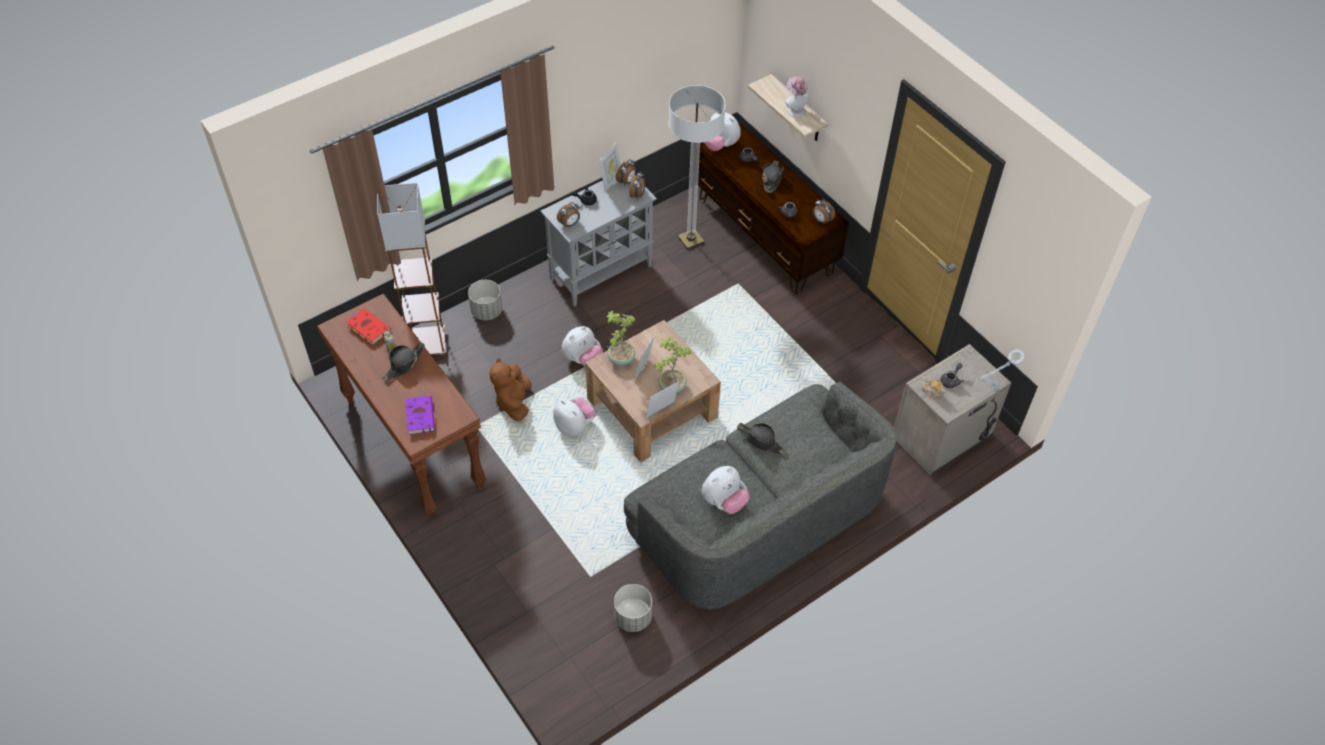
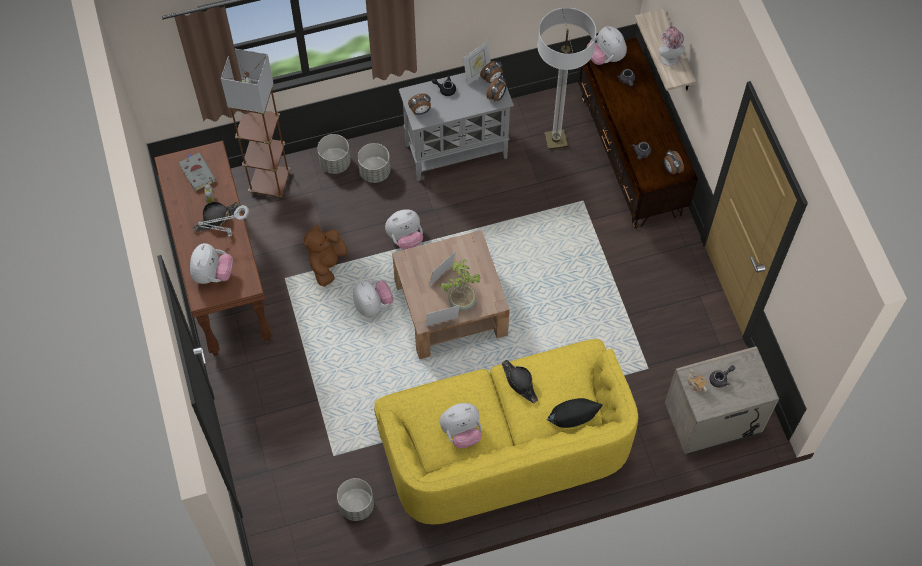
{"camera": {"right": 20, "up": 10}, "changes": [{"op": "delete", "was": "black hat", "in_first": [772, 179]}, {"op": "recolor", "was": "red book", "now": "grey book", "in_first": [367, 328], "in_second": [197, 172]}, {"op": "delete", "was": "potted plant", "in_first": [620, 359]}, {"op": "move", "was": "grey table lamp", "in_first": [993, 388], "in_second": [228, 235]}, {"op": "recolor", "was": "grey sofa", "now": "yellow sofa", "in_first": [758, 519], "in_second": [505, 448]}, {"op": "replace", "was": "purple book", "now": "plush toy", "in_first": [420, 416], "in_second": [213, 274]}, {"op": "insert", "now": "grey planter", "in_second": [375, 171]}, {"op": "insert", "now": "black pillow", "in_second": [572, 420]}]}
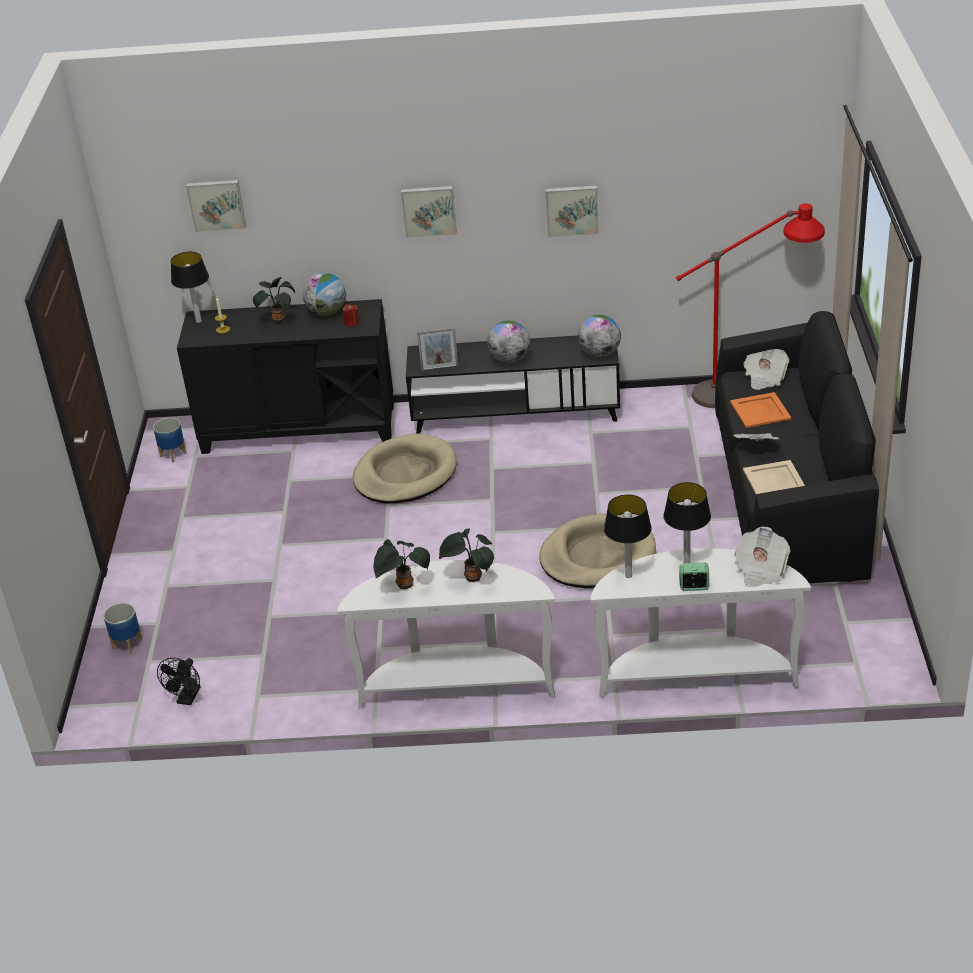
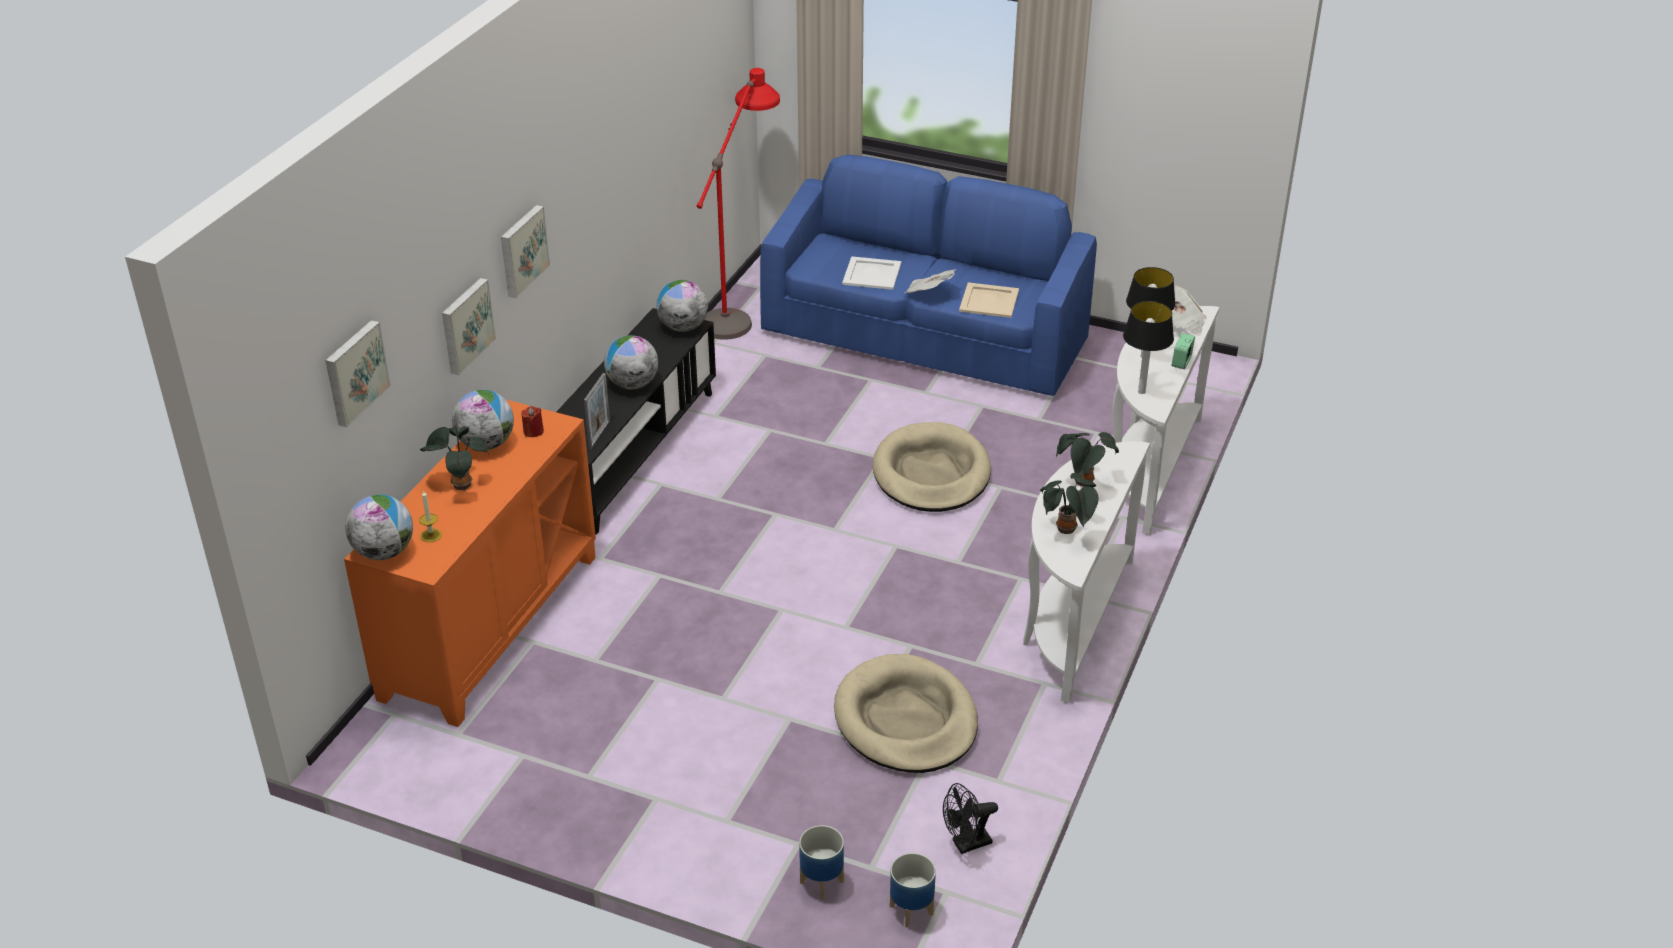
{"camera": {"right": -70, "up": 0}, "changes": [{"op": "move", "was": "picture", "in_first": [572, 210], "in_second": [465, 325]}, {"op": "replace", "was": "table lamp", "now": "globe", "in_first": [198, 321], "in_second": [384, 552]}, {"op": "recolor", "was": "black cabinet", "now": "orange cabinet", "in_first": [299, 428], "in_second": [489, 625]}, {"op": "recolor", "was": "black sofa", "now": "blue sofa", "in_first": [787, 494], "in_second": [924, 338]}, {"op": "delete", "was": "newspaper", "in_first": [764, 377]}, {"op": "recolor", "was": "orange tray", "now": "white tray", "in_first": [760, 411], "in_second": [872, 274]}, {"op": "move", "was": "planter", "in_first": [173, 454], "in_second": [911, 910]}, {"op": "move", "was": "beige dog bed", "in_first": [405, 474], "in_second": [906, 720]}, {"op": "rotate", "was": "black fan", "in_first": [187, 699], "in_second": [966, 844], "clockwise": 120}]}
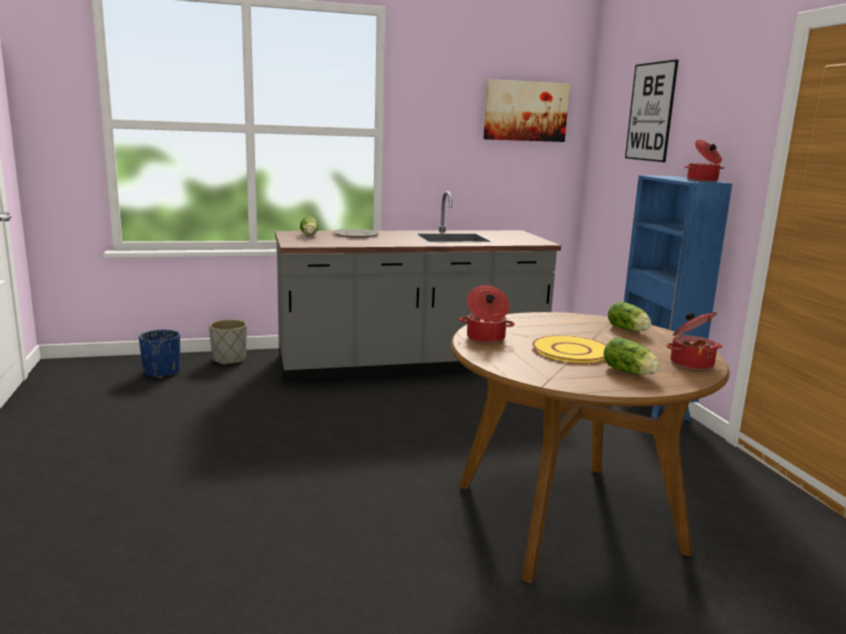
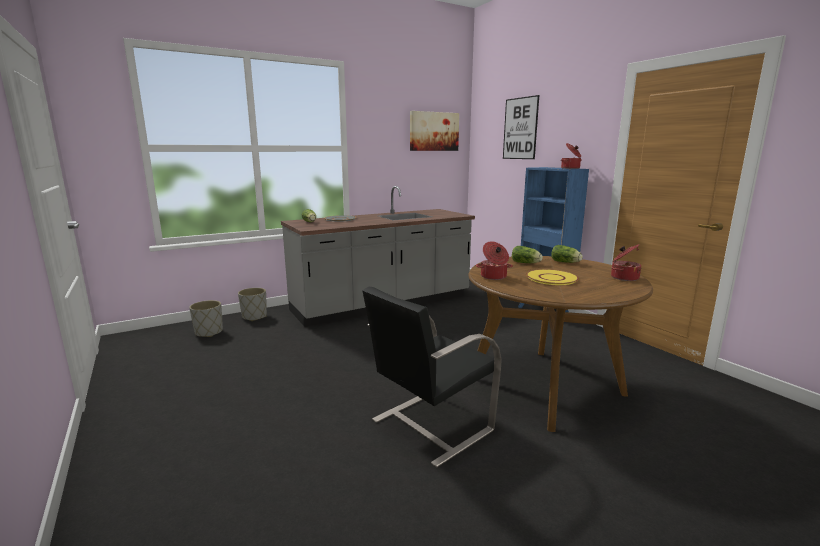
{"camera": {"right": -15, "up": 0}, "changes": [{"op": "recolor", "was": "blue planter", "now": "grey planter", "in_first": [162, 372], "in_second": [209, 332]}, {"op": "move", "was": "lettuce", "in_first": [630, 373], "in_second": [526, 263]}, {"op": "insert", "now": "black chair", "in_second": [429, 425]}]}
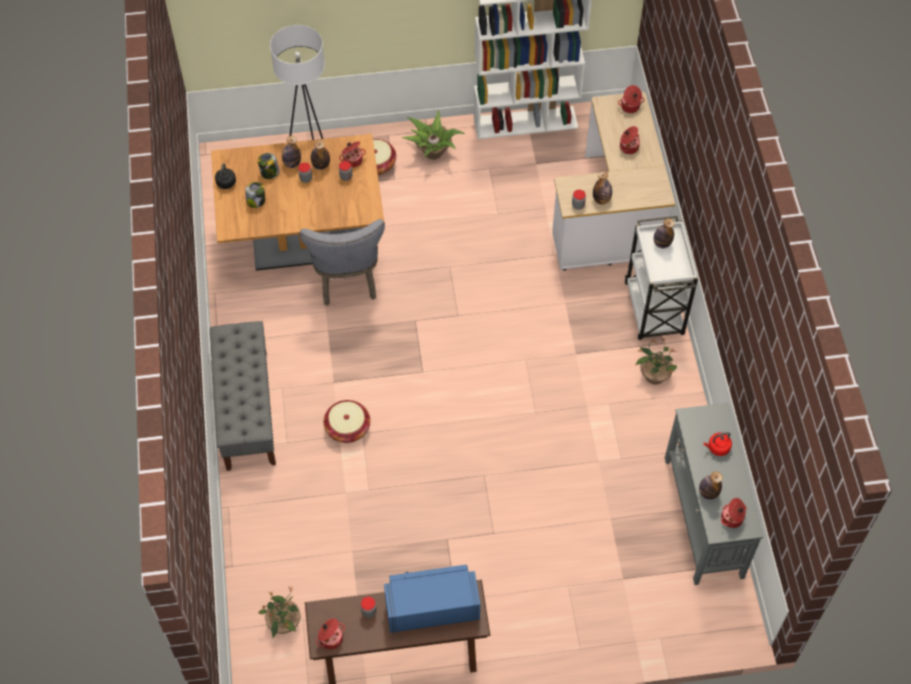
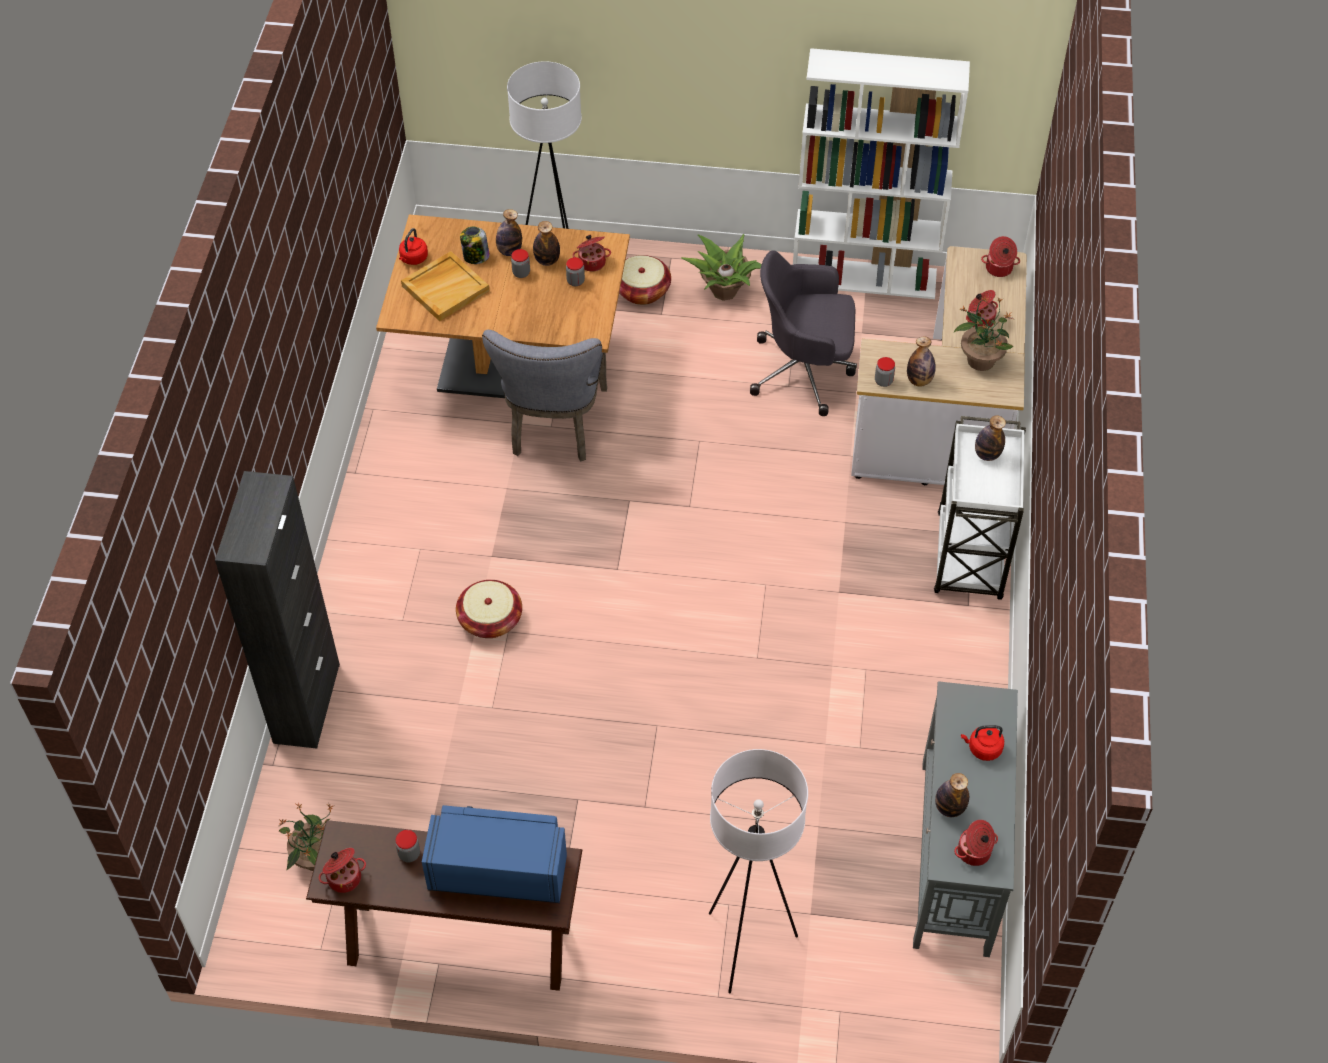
{"camera": {"right": 15, "up": -5}, "changes": [{"op": "recolor", "was": "black kettle", "now": "red kettle", "in_first": [226, 184], "in_second": [413, 259]}, {"op": "replace", "was": "jar", "now": "beige tray", "in_first": [256, 201], "in_second": [445, 288]}, {"op": "delete", "was": "grey bench", "in_first": [246, 409]}, {"op": "move", "was": "potted plant", "in_first": [654, 375], "in_second": [980, 359]}, {"op": "insert", "now": "grey office chair", "in_second": [804, 371]}, {"op": "insert", "now": "black cabinet", "in_second": [307, 703]}, {"op": "insert", "now": "white floor lamp", "in_second": [747, 946]}]}
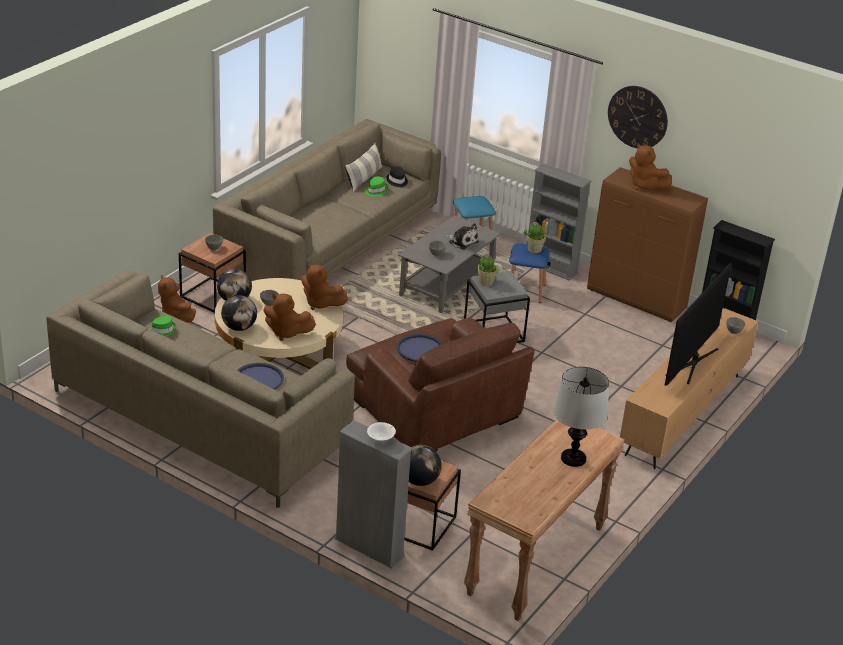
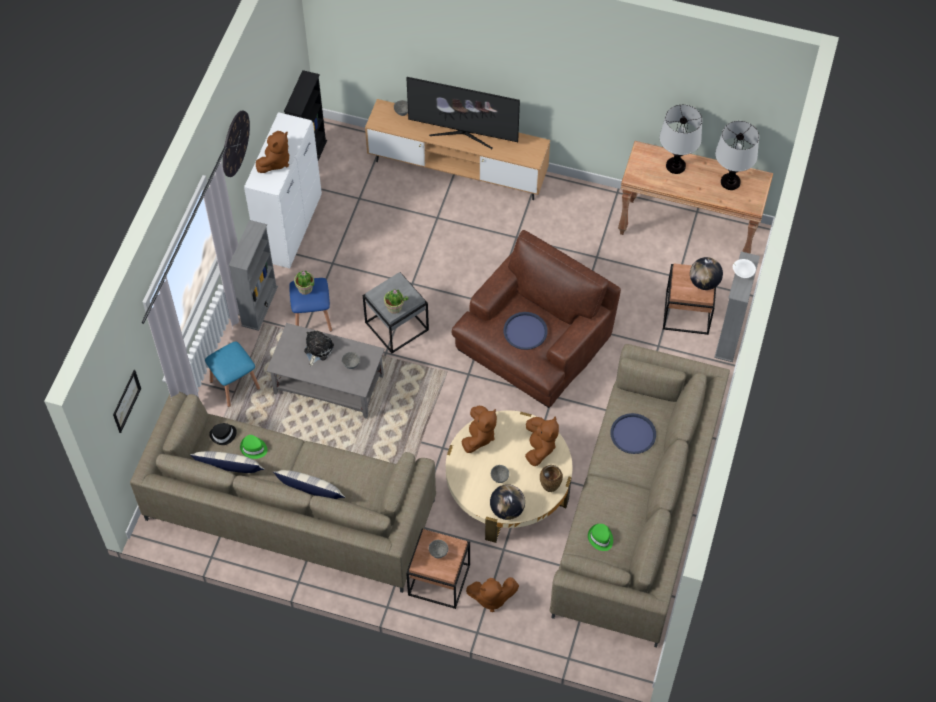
{"camera": {"right": -105, "up": 25}, "changes": [{"op": "recolor", "was": "brown cabinet", "now": "white cabinet", "in_first": [637, 300], "in_second": [290, 228]}, {"op": "rotate", "was": "brown plush toy", "in_first": [176, 316], "in_second": [491, 597], "clockwise": 45}, {"op": "replace", "was": "globe", "now": "brown vase", "in_first": [239, 327], "in_second": [550, 488]}, {"op": "insert", "now": "table lamp", "in_second": [730, 182]}, {"op": "insert", "now": "picture", "in_second": [126, 401]}, {"op": "insert", "now": "pillow", "in_second": [310, 491]}]}
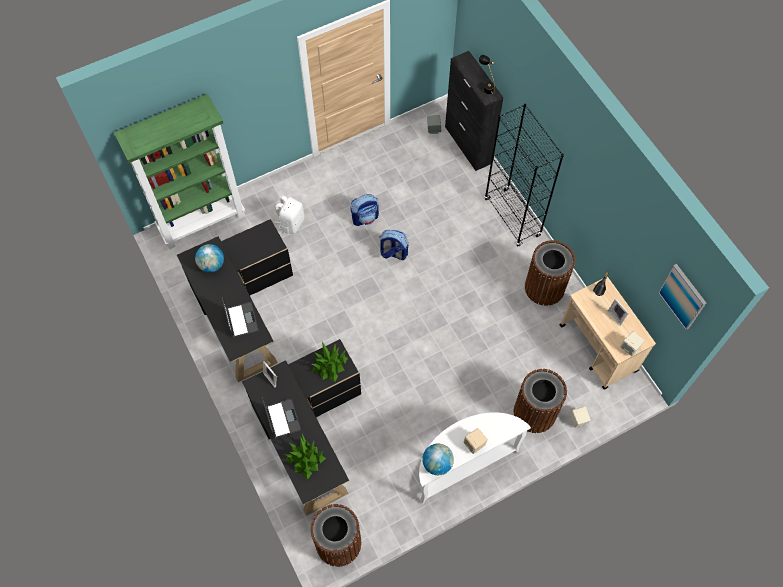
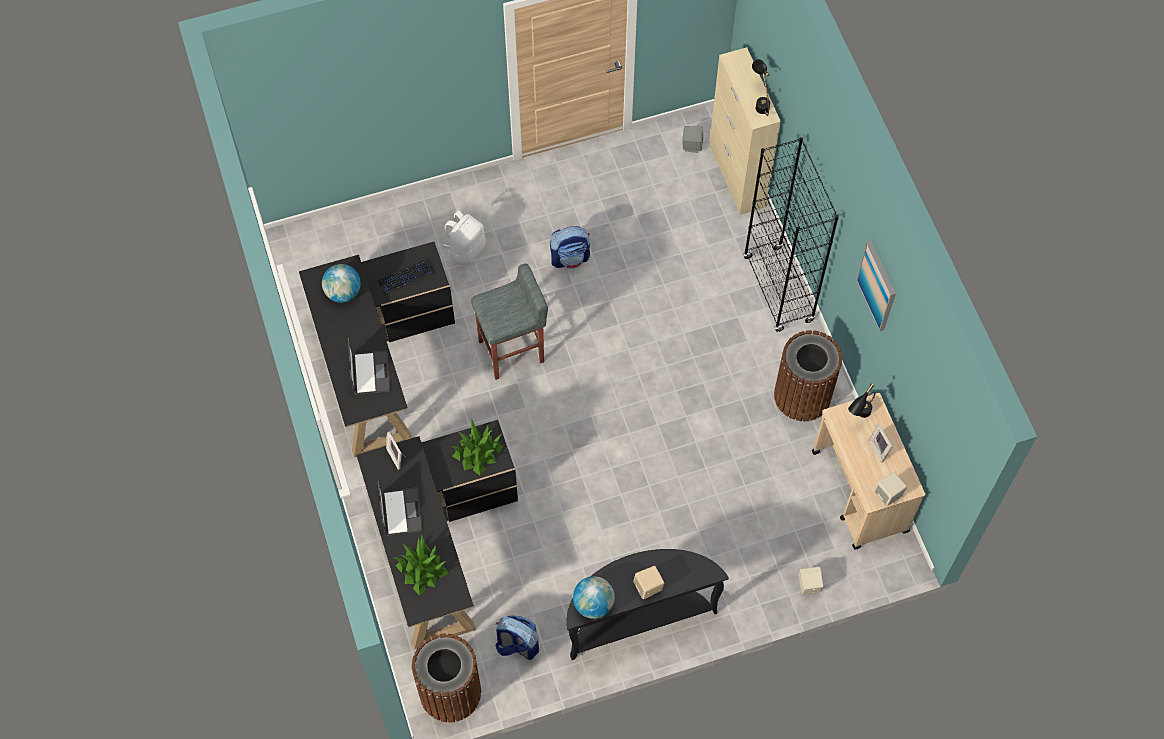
{"camera": {"right": 10, "up": 0}, "changes": [{"op": "recolor", "was": "black cabinet", "now": "beige cabinet", "in_first": [468, 145], "in_second": [737, 176]}, {"op": "delete", "was": "green bookcase", "in_first": [202, 221]}, {"op": "move", "was": "backpack", "in_first": [393, 253], "in_second": [517, 645]}, {"op": "move", "was": "picture", "in_first": [682, 296], "in_second": [877, 286]}, {"op": "delete", "was": "brown trash can", "in_first": [534, 412]}, {"op": "recolor", "was": "white console table", "now": "black console table", "in_first": [463, 464], "in_second": [638, 617]}, {"op": "insert", "now": "keyboard", "in_second": [406, 277]}, {"op": "insert", "now": "grey stool", "in_second": [512, 352]}]}
